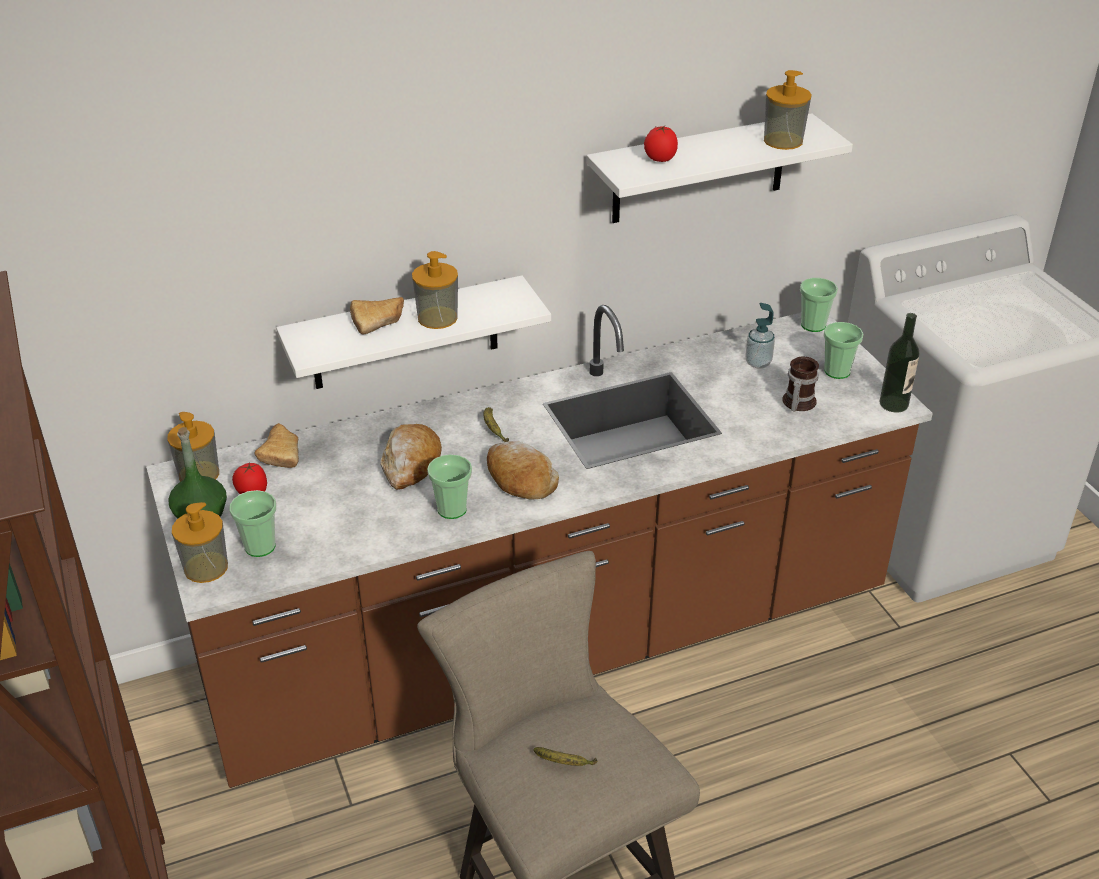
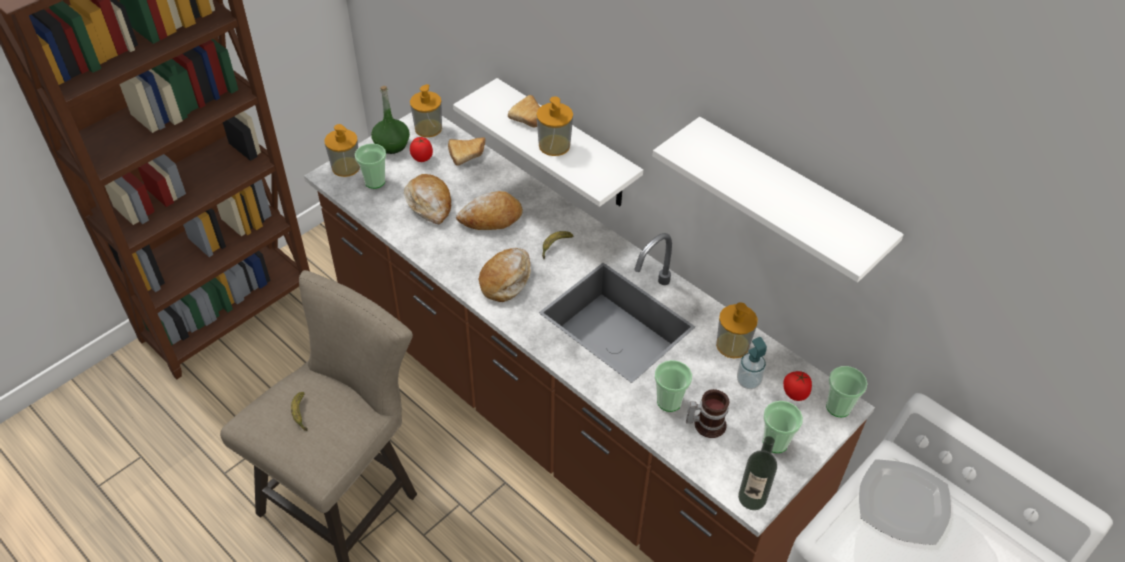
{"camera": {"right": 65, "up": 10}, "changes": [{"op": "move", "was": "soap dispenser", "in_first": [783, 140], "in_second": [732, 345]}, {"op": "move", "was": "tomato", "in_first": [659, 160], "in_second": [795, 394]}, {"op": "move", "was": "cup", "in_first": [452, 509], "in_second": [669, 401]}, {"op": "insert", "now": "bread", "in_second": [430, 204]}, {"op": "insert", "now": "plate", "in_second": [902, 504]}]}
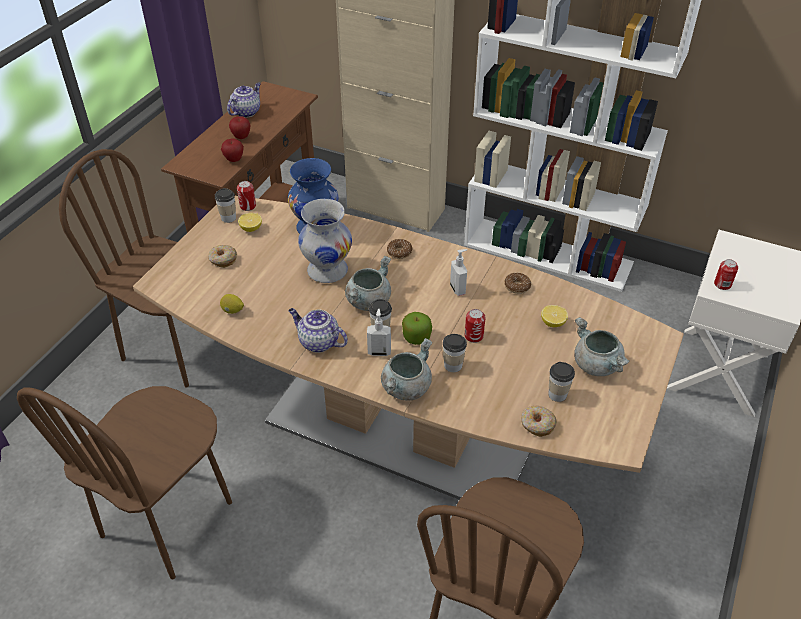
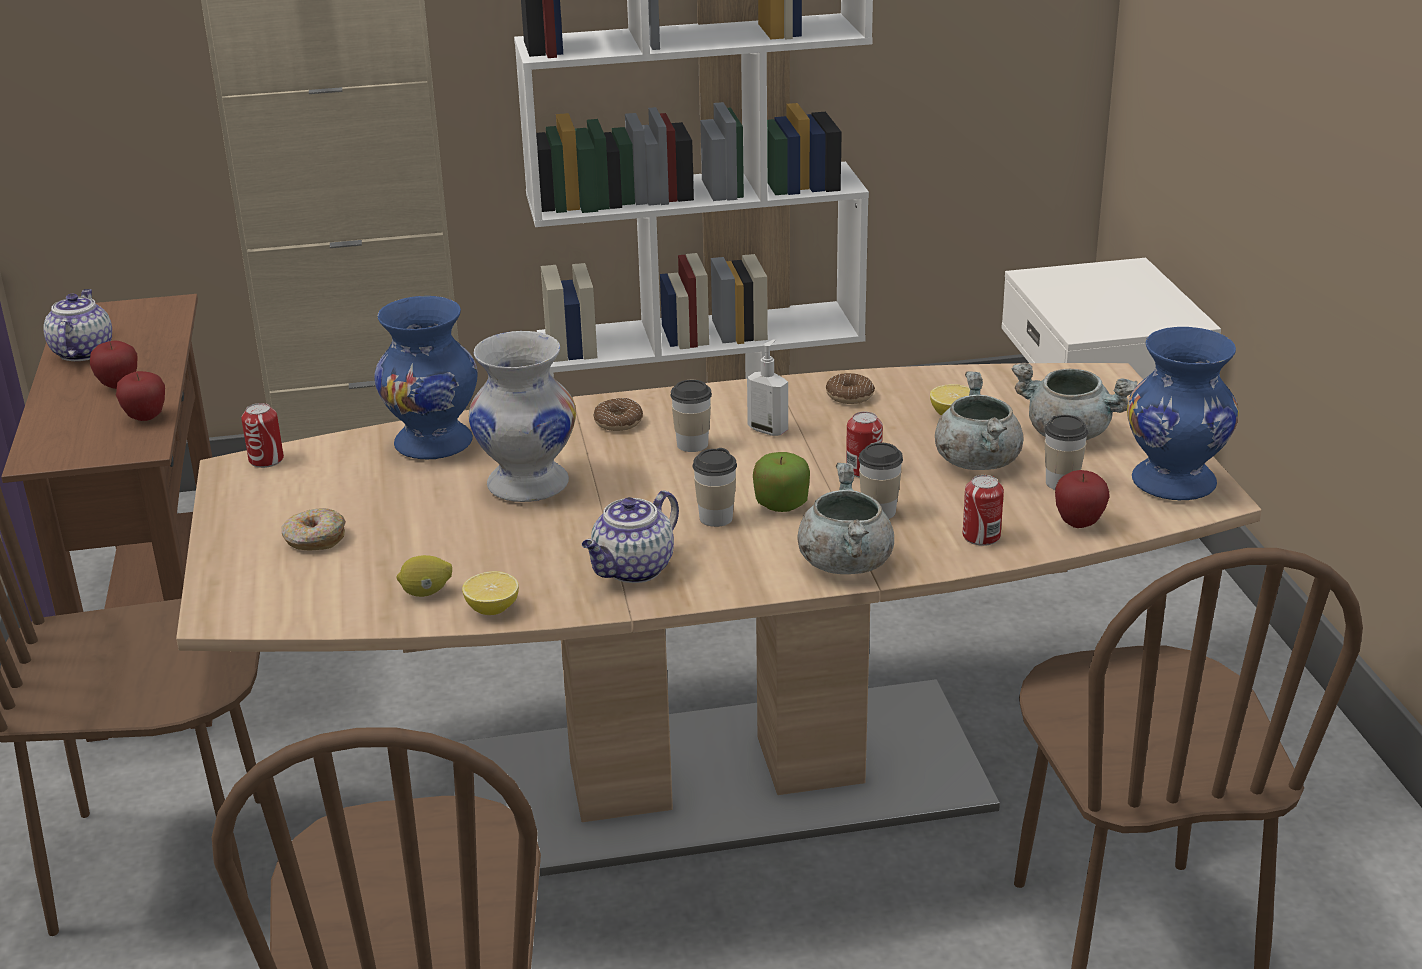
{"camera": {"right": -35, "up": -15}, "changes": [{"op": "move", "was": "cup", "in_first": [228, 218], "in_second": [692, 444]}, {"op": "move", "was": "lemon", "in_first": [251, 228], "in_second": [492, 609]}, {"op": "move", "was": "grey cooking pot", "in_first": [368, 301], "in_second": [976, 461]}, {"op": "move", "was": "can", "in_first": [722, 284], "in_second": [981, 536]}, {"op": "rotate", "was": "teapot", "in_first": [318, 342], "in_second": [633, 570], "clockwise": -45}, {"op": "delete", "was": "soap dispenser", "in_first": [379, 352]}, {"op": "replace", "was": "donut", "now": "apple", "in_first": [537, 424], "in_second": [1079, 523]}, {"op": "insert", "now": "blue vase", "in_second": [1172, 482]}]}
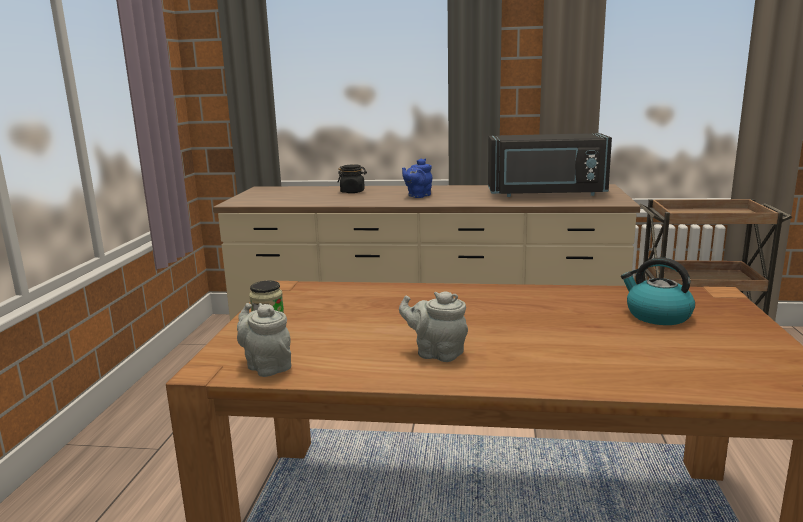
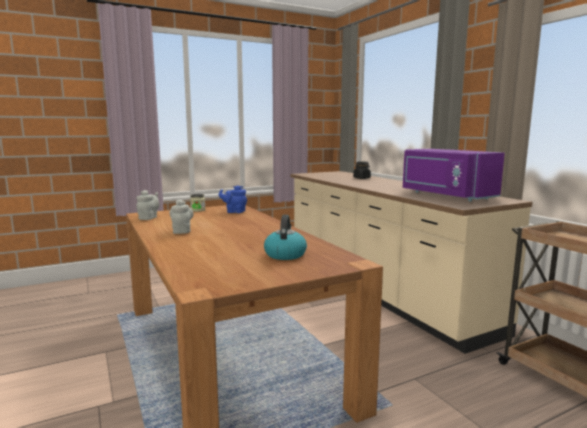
{"camera": {"right": 55, "up": -5}, "changes": [{"op": "recolor", "was": "black microwave", "now": "purple microwave", "in_first": [546, 194], "in_second": [445, 195]}, {"op": "move", "was": "blue teapot", "in_first": [418, 196], "in_second": [234, 211]}]}
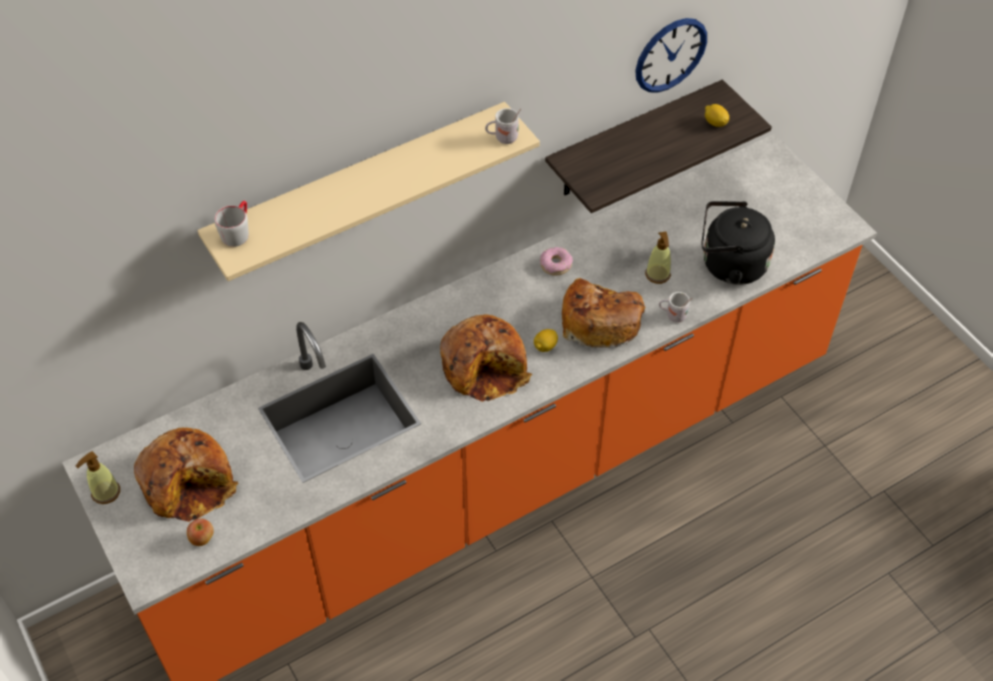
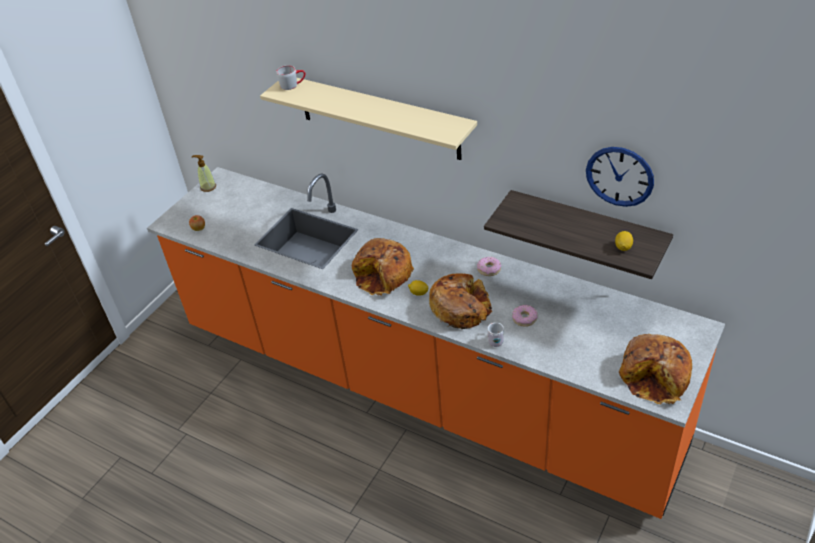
{"camera": {"right": 65, "up": -10}, "changes": [{"op": "delete", "was": "white mug", "in_first": [503, 138]}, {"op": "delete", "was": "black kettle", "in_first": [729, 265]}, {"op": "replace", "was": "soap dispenser", "now": "donut", "in_first": [657, 274], "in_second": [524, 318]}, {"op": "move", "was": "bread", "in_first": [189, 482], "in_second": [656, 376]}]}
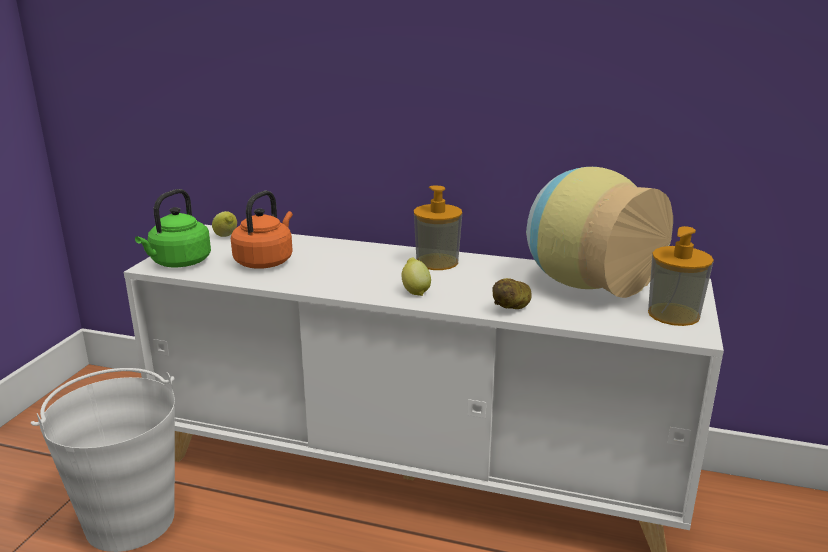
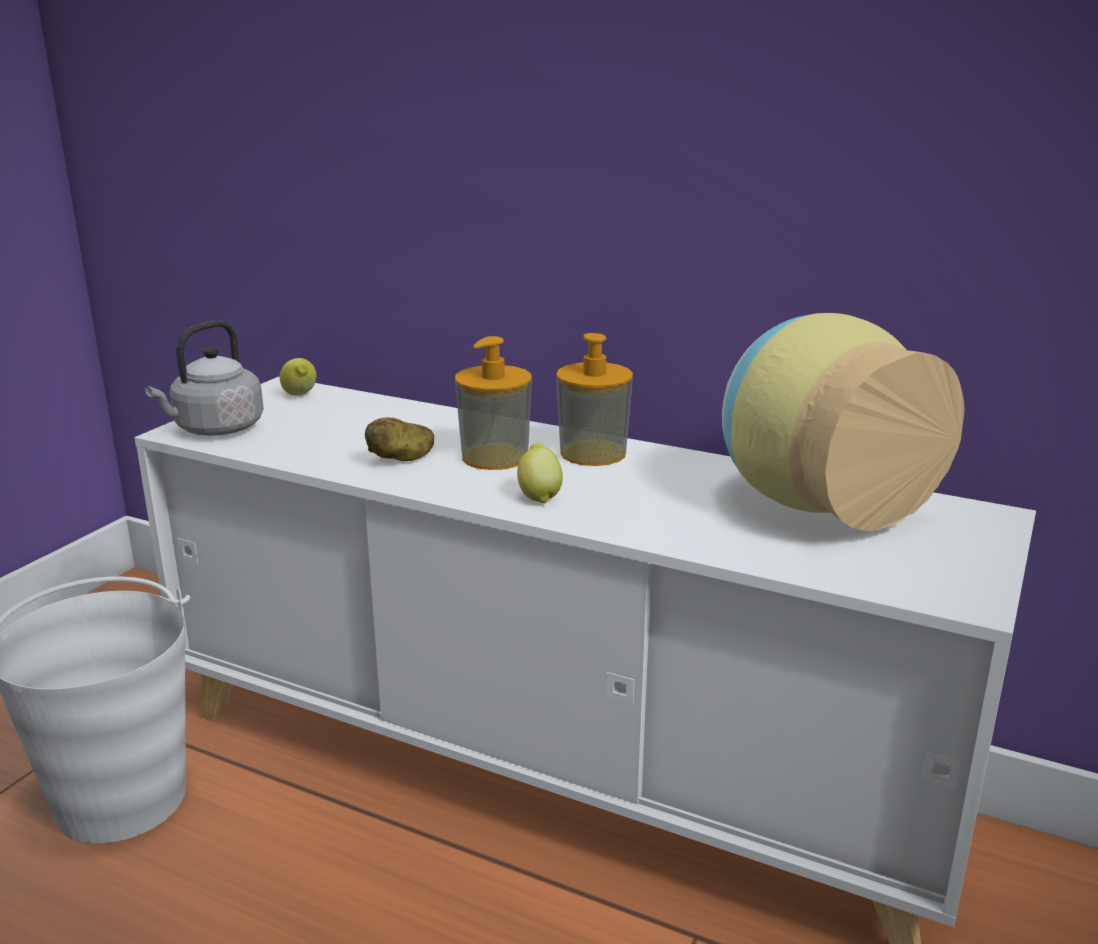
{"camera": {"right": 10, "up": 0}, "changes": [{"op": "recolor", "was": "green kettle", "now": "grey kettle", "in_first": [179, 263], "in_second": [215, 429]}, {"op": "delete", "was": "orange kettle", "in_first": [266, 261]}, {"op": "move", "was": "soap dispenser", "in_first": [673, 314], "in_second": [495, 457]}, {"op": "move", "was": "potato", "in_first": [513, 307], "in_second": [402, 459]}]}
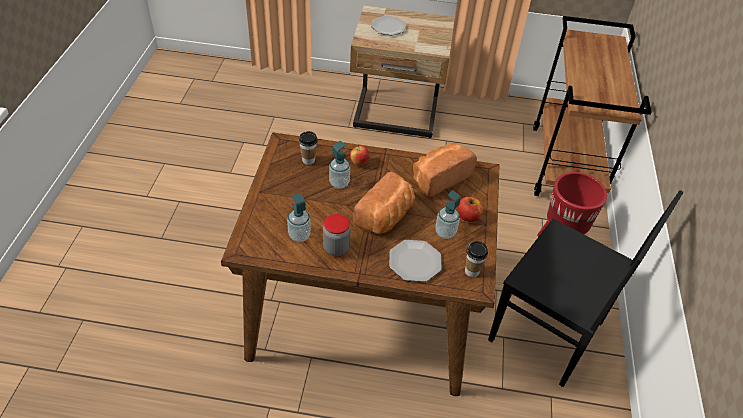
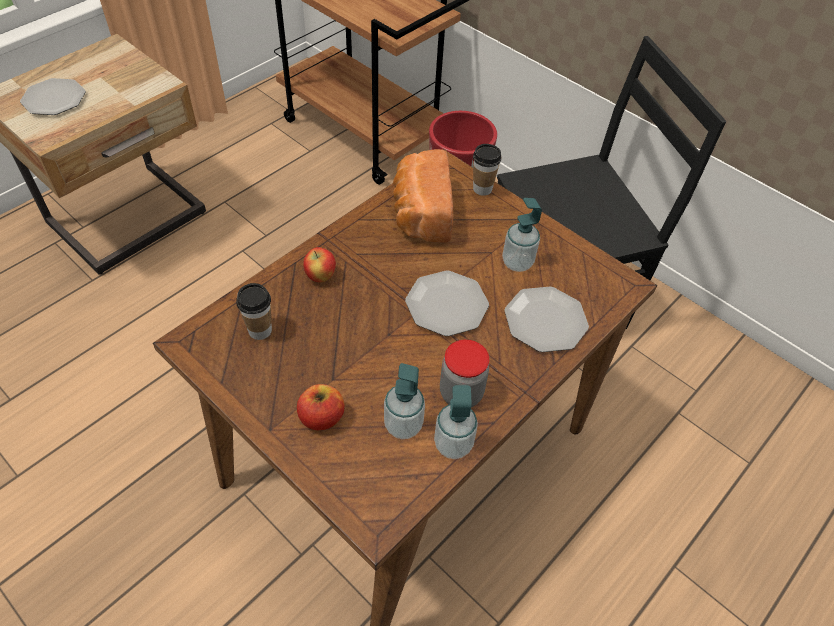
{"camera": {"right": -55, "up": 5}, "changes": [{"op": "move", "was": "soap dispenser", "in_first": [339, 183], "in_second": [453, 444]}, {"op": "replace", "was": "bread", "now": "plate", "in_first": [386, 217], "in_second": [446, 306]}, {"op": "move", "was": "apple", "in_first": [468, 216], "in_second": [321, 417]}, {"op": "move", "was": "cup", "in_first": [472, 271], "in_second": [482, 189]}]}
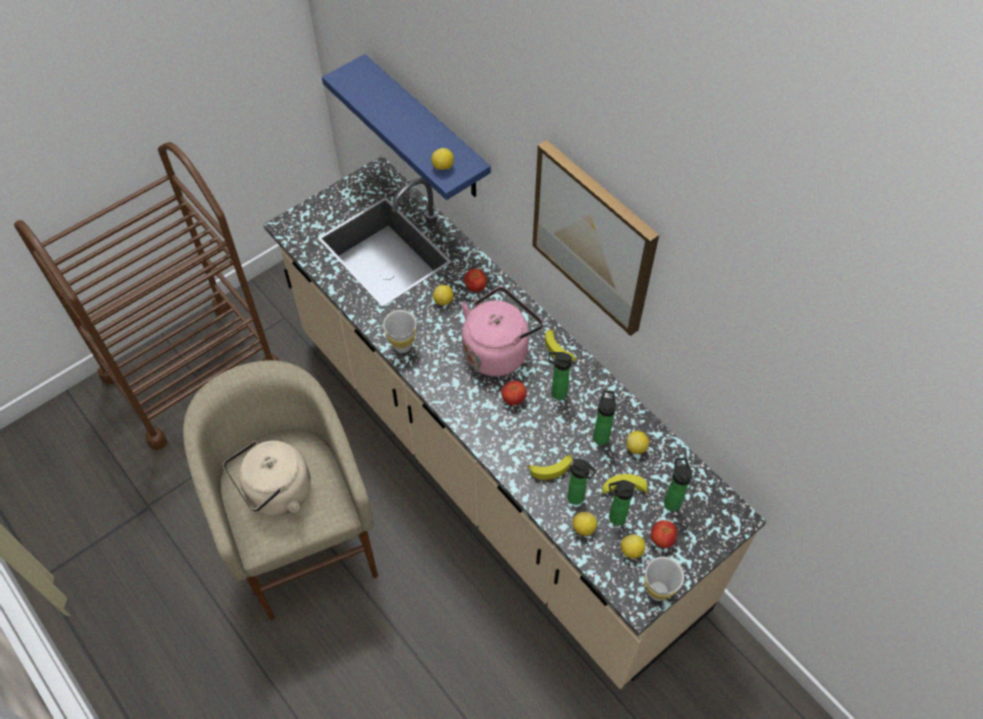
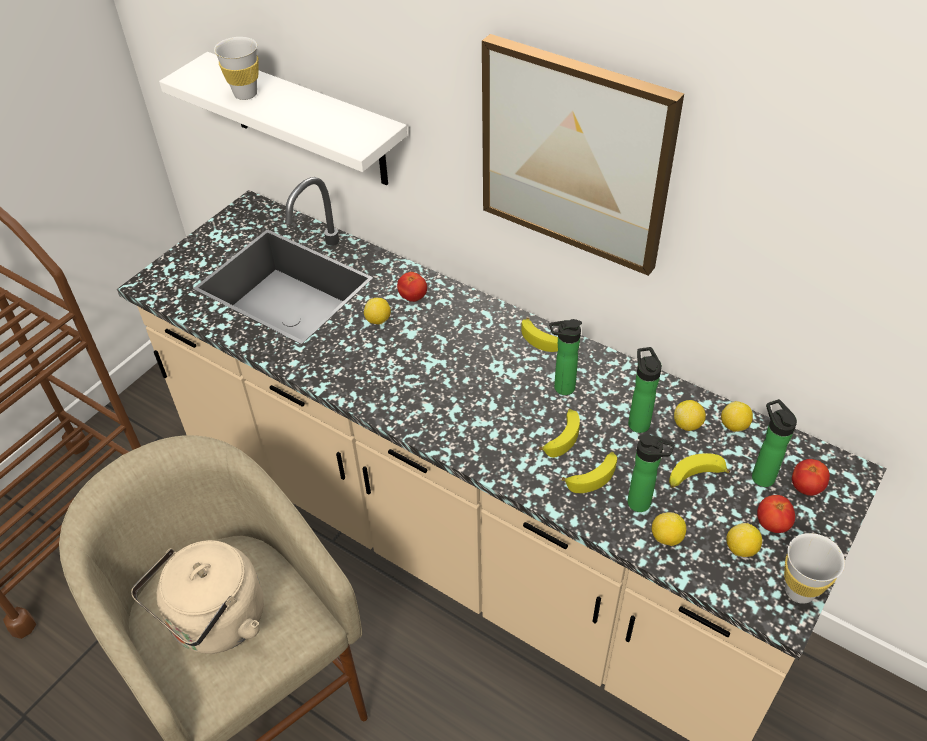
{"camera": {"right": -15, "up": -10}, "changes": [{"op": "recolor", "was": "blue shelf", "now": "white shelf", "in_first": [427, 130], "in_second": [307, 120]}, {"op": "move", "was": "lemon", "in_first": [442, 167], "in_second": [734, 426]}, {"op": "delete", "was": "pink kettle", "in_first": [498, 350]}, {"op": "move", "was": "white cup", "in_first": [402, 346], "in_second": [245, 94]}, {"op": "move", "was": "tomato", "in_first": [513, 399], "in_second": [806, 487]}, {"op": "delete", "was": "bottle", "in_first": [614, 518]}, {"op": "insert", "now": "banana", "in_second": [562, 436]}]}
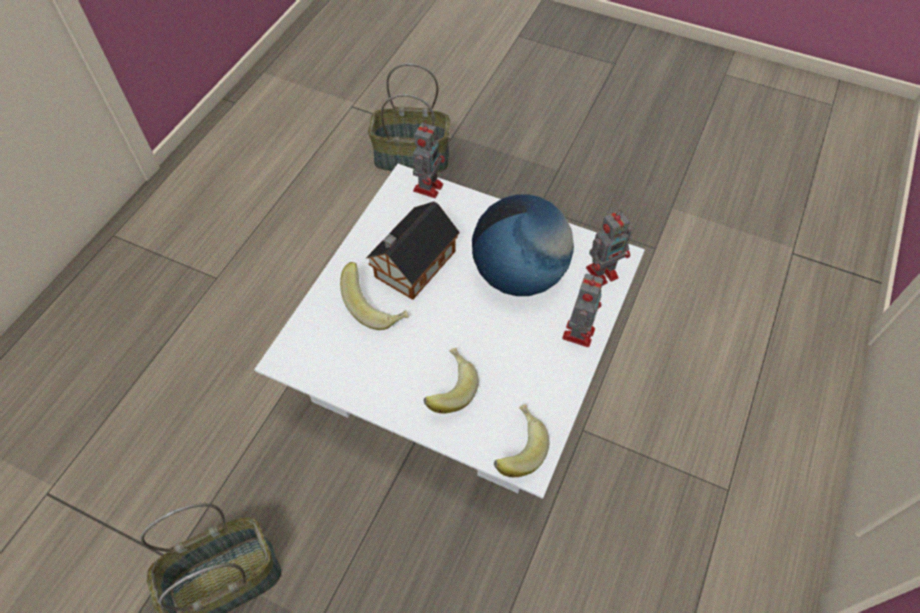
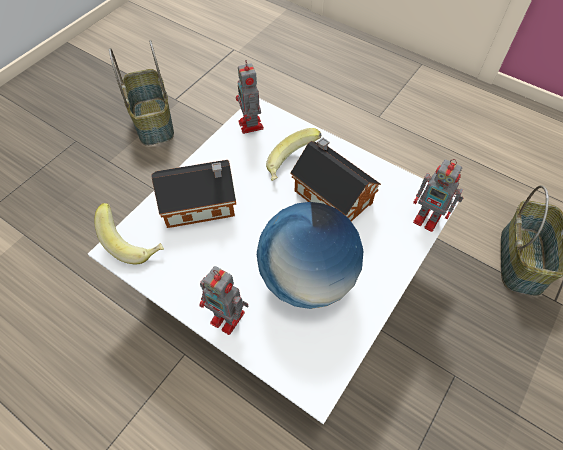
{"camera": {"right": 100, "up": 0}, "changes": [{"op": "move", "was": "toy robot", "in_first": [603, 272], "in_second": [251, 126]}, {"op": "replace", "was": "banana", "now": "toy house", "in_first": [448, 389], "in_second": [202, 204]}]}
